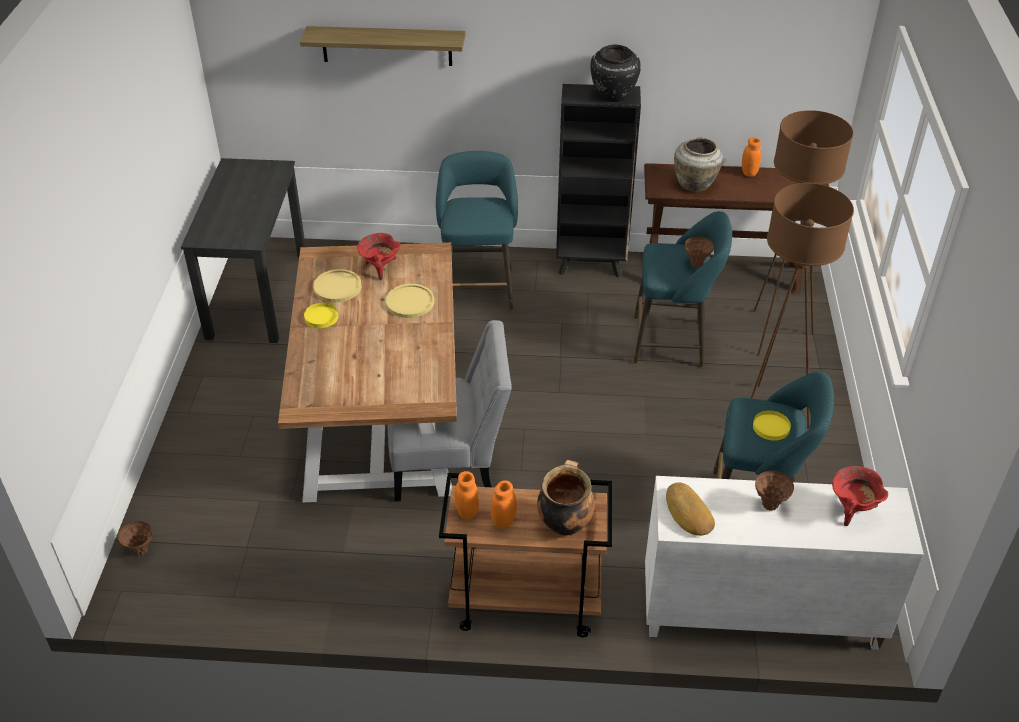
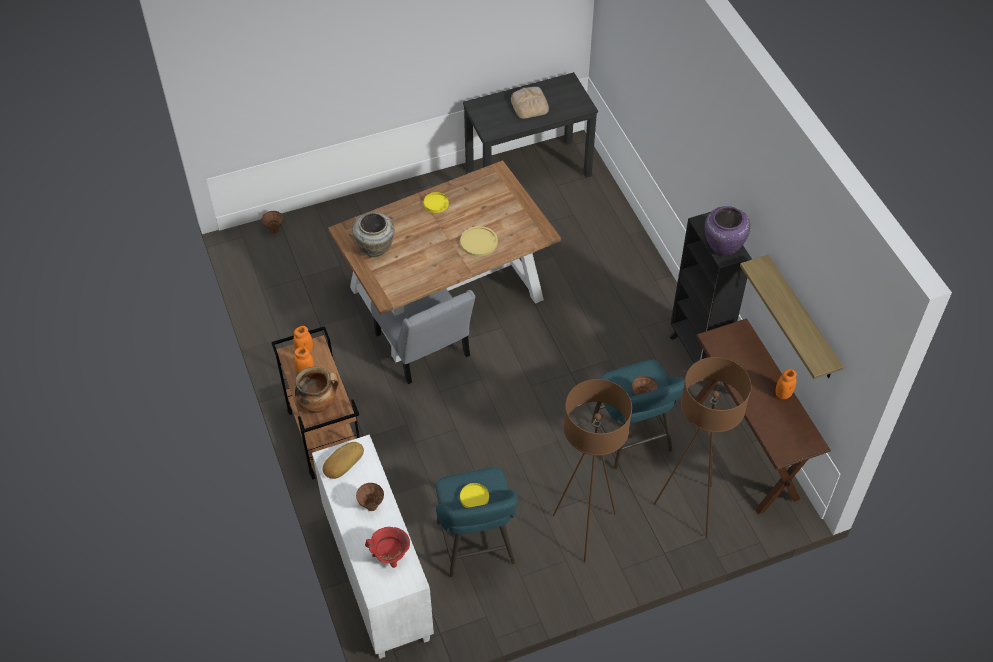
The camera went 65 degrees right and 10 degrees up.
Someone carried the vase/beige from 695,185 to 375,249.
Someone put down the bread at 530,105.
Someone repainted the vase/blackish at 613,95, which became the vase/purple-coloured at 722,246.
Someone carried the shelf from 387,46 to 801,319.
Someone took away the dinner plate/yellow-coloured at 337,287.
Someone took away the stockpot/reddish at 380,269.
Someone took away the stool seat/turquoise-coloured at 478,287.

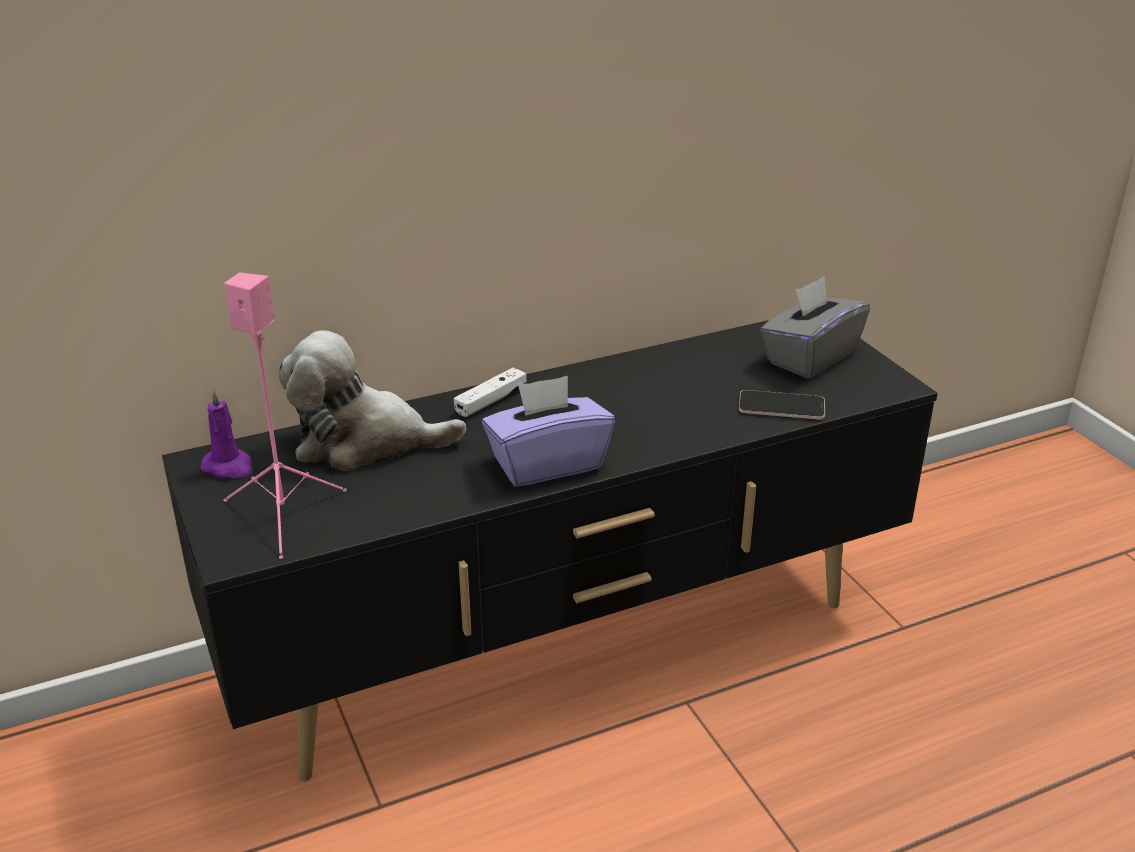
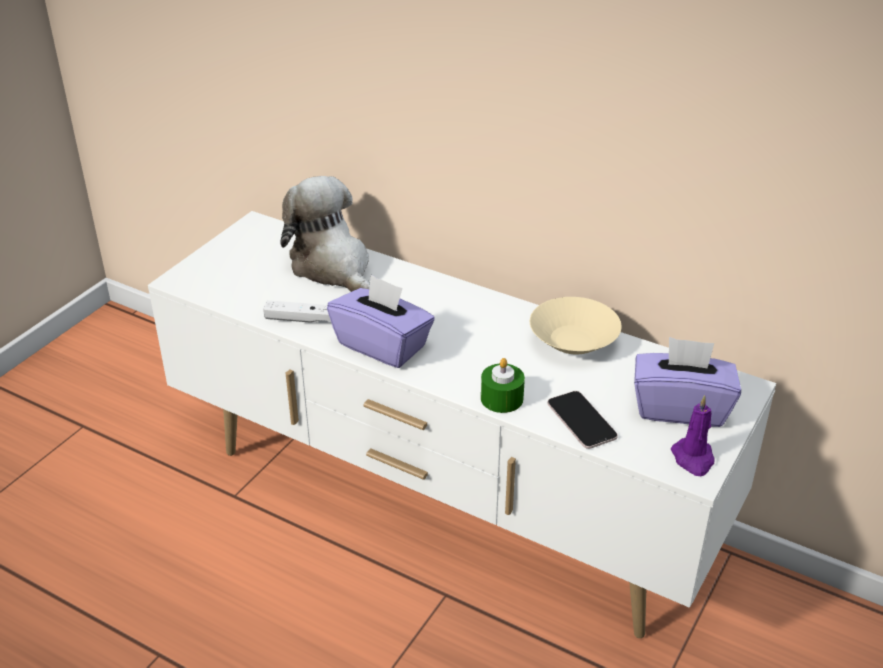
The camera went 55 degrees right and 5 degrees up.
Someone repainted the tv stand/blackish at 568,647, which became the tv stand/whitish at 444,506.
Someone carried the gamepad/whitish from 491,400 to 300,319.
Someone put down the wax light/green at 502,398.
Someone put down the bowl/beige at 574,341.
Someone repainted the box of tissues/grey at 810,357, which became the box of tissues/purple-coloured at 680,407.
Someone carried the wax light/purple-coloured from 229,467 to 693,459.
Someone took away the audio speaker/pink at 285,514.

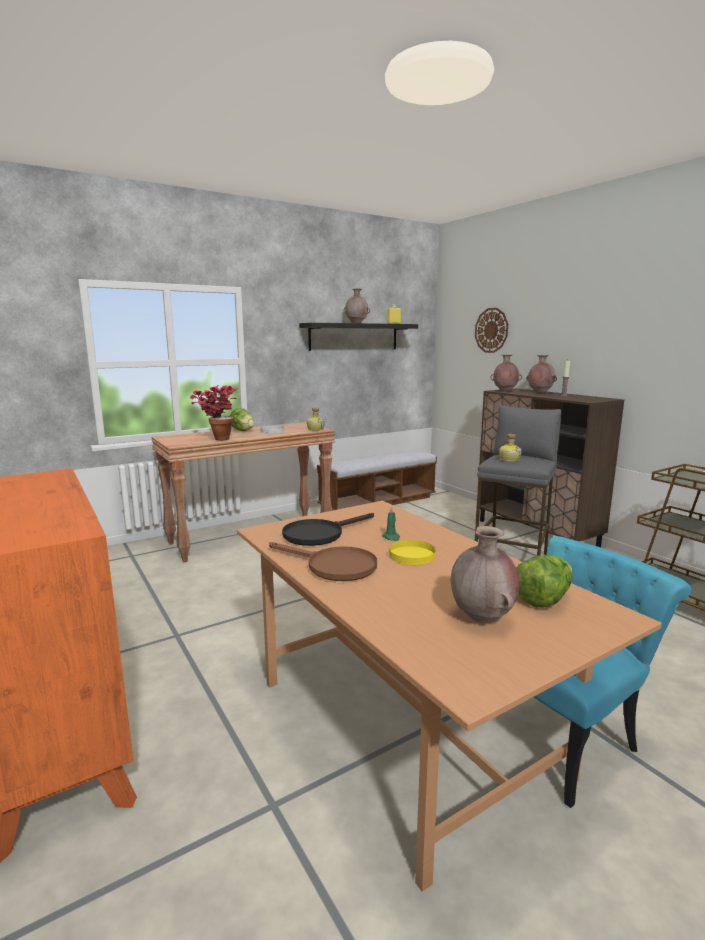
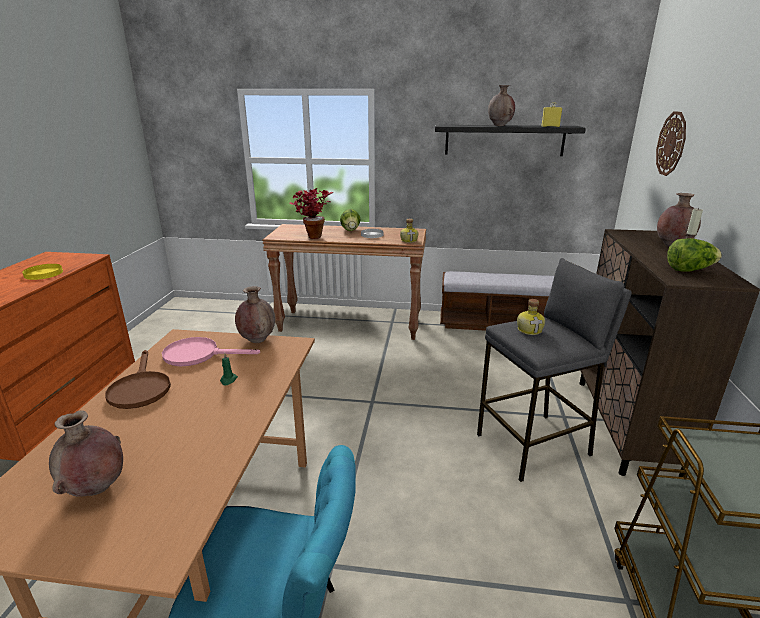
The camera went 40 degrees right and 10 degrees up.
Someone carried the dinner plate/yellow-coloured from 412,555 to 43,274.
Someone repainted the pan/blackish at 319,534, which became the pan/pink at 199,355.
Someone carried the vase/brownish from 505,390 to 257,340.
Someone carried the lettuce head from 543,599 to 689,270.

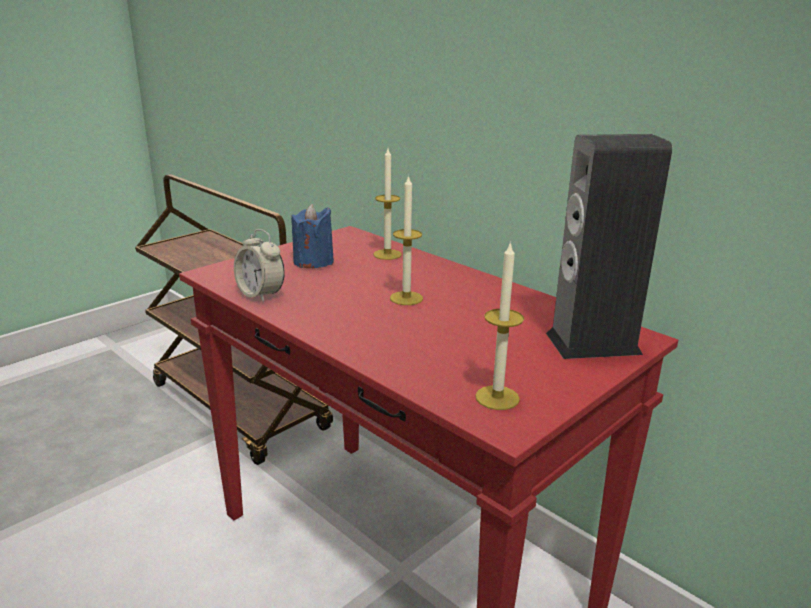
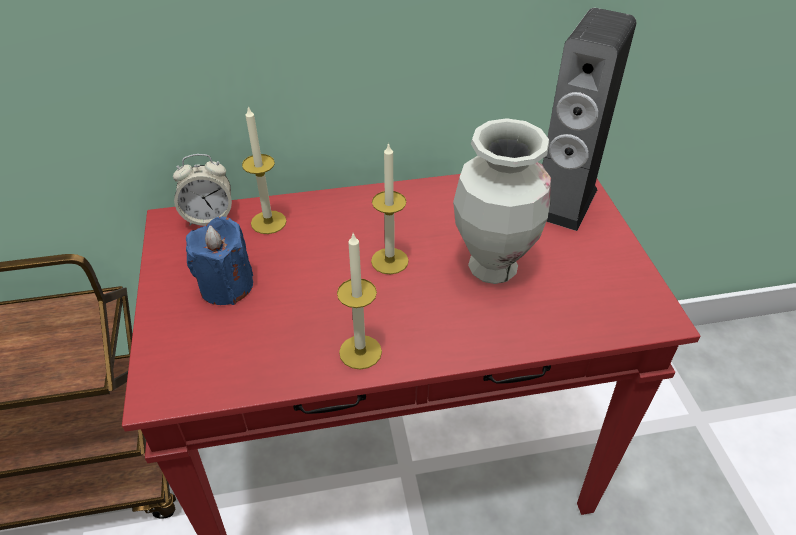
The camera went 55 degrees left and 20 degrees up.
Someone carried the alarm clock from 260,294 to 209,217.
Someone carried the wax light from 497,397 to 360,352.
Someone put down the vase at 492,268.

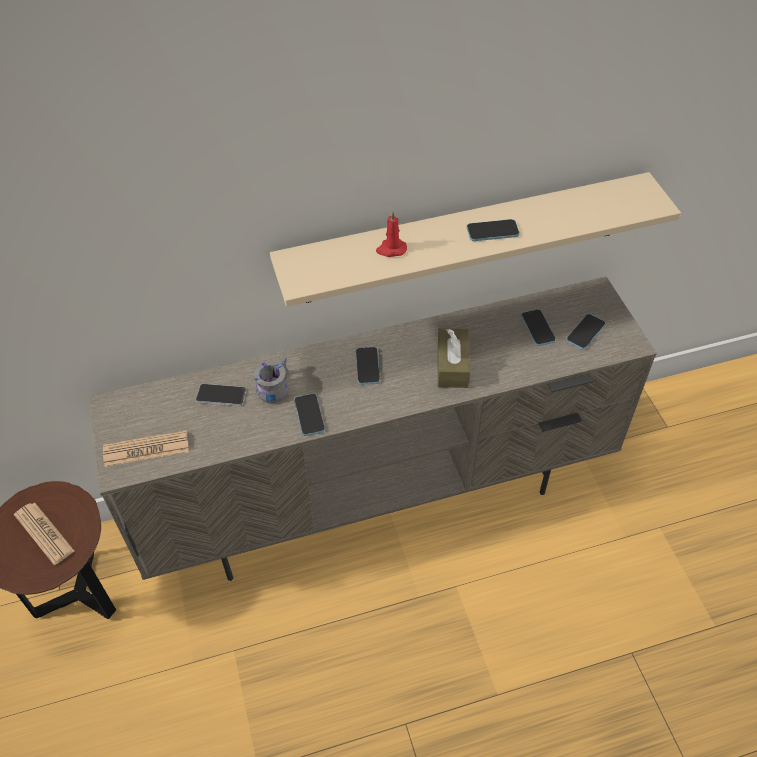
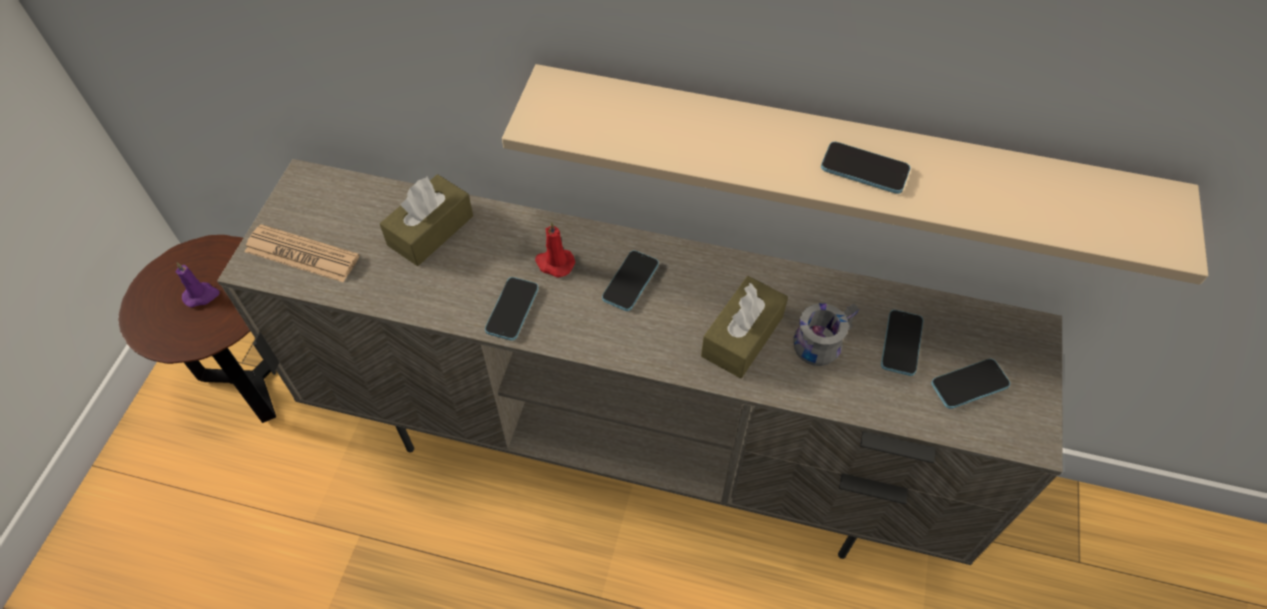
The camera went 30 degrees right and 5 degrees up.
Someone swapped the daily paper at 44,533 for the wax light/purple-coloured at 201,295.
Someone swapped the phone at 221,395 for the box of tissues/brownish at 430,230.
Someone carried the wax light/reddish from 391,249 to 554,263.
Someone carried the coffee mug/grey from 273,387 to 820,340.

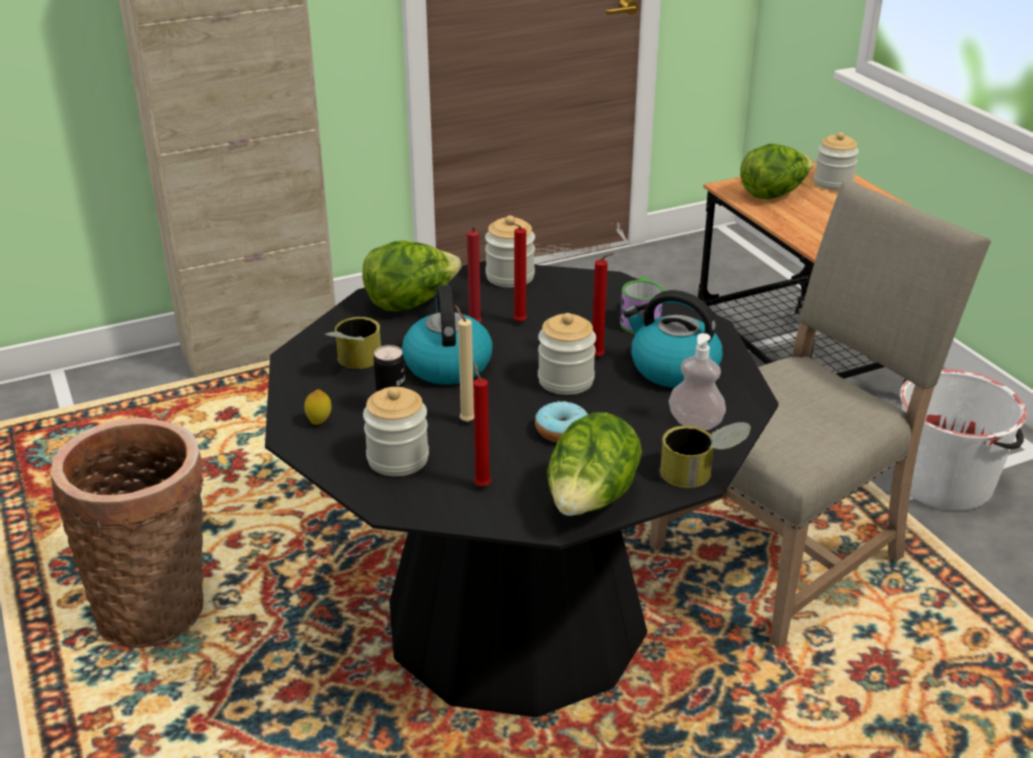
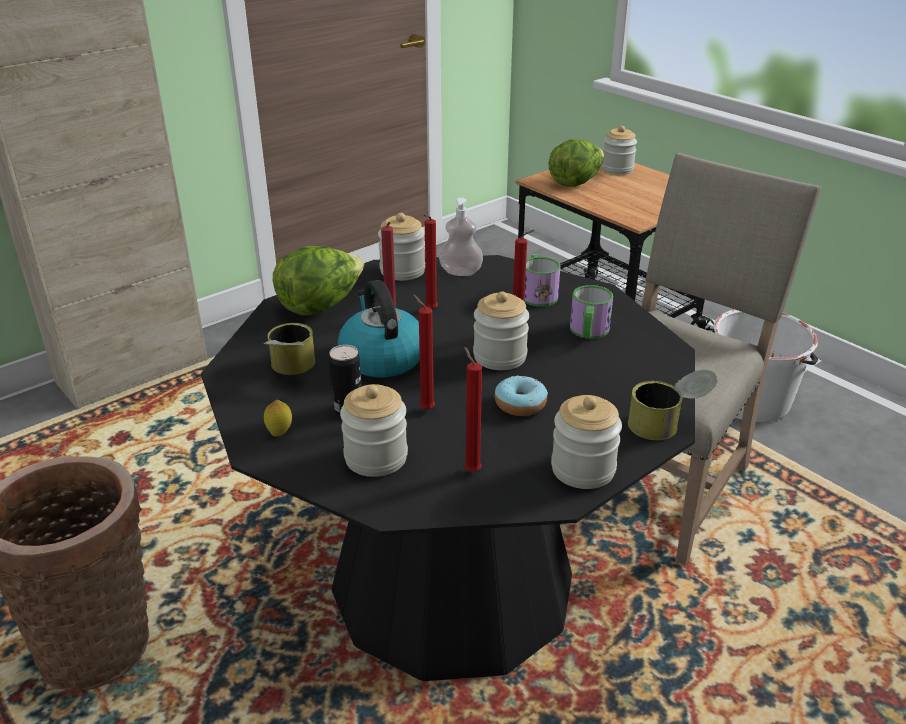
The camera went 15 degrees left and 0 degrees up.
Someone repainted the wax light/beige at 465,420, which became the wax light/reddish at 425,408.
Someone carried the liquid soap bottle from 695,423 to 460,272.
Someone swapped the lettuce head at 590,502 for the preserve jar at 583,469.
Someone swapped the water kettle at 672,368 for the coffee mug at 588,332.

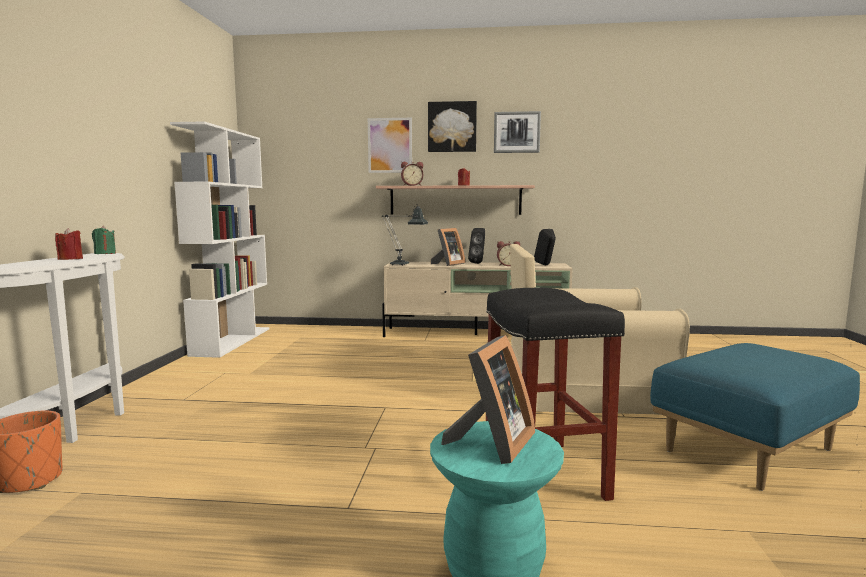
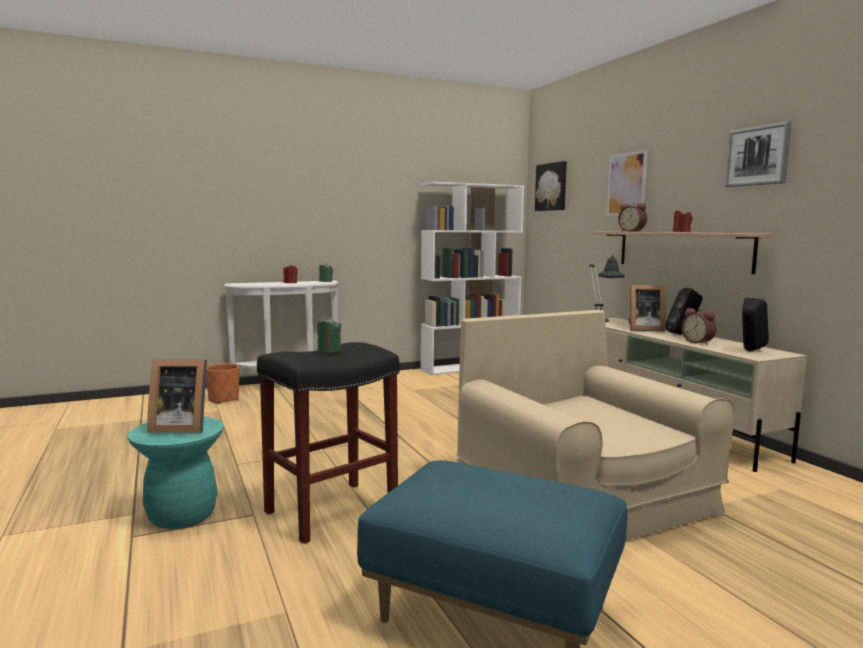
The camera went 60 degrees right and 0 degrees up.
Someone put down the wax light/green at 329,351.
Someone carried the wall picture from 452,127 to 552,187.

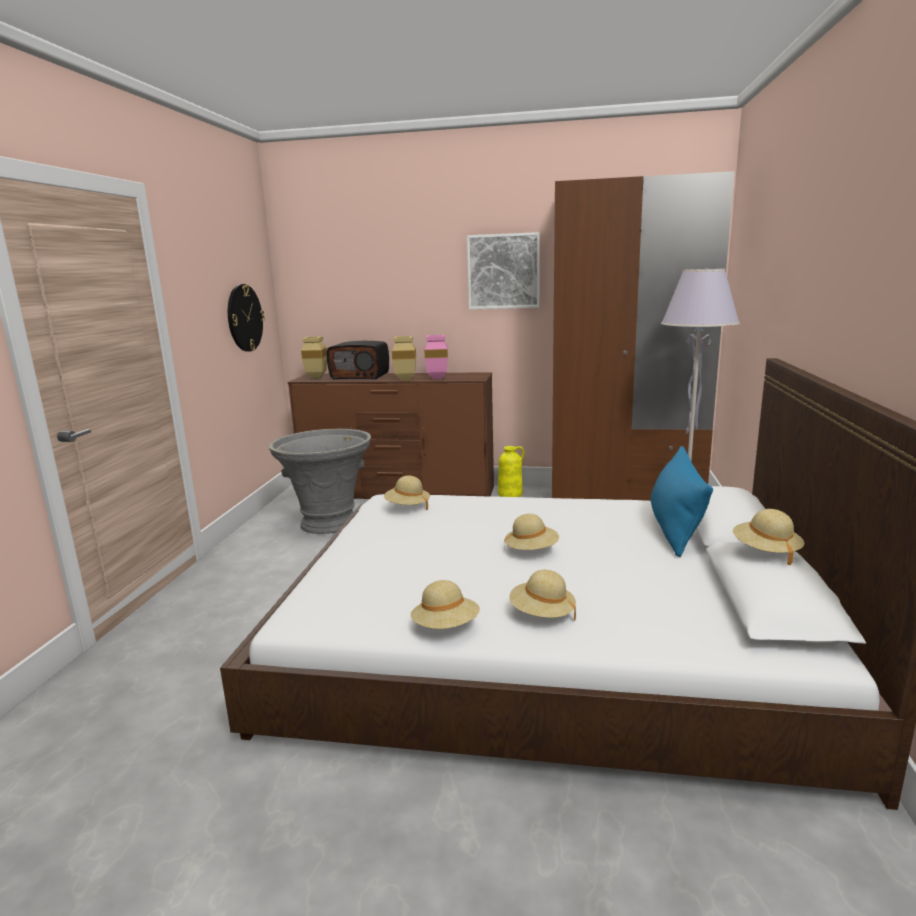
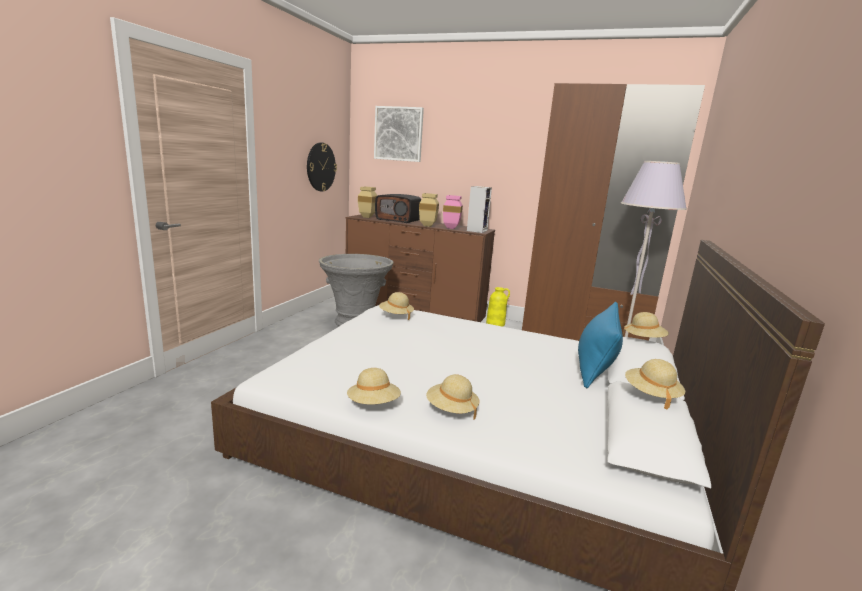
The camera went 10 degrees right and 0 degrees up.
Someone carried the wall picture from 503,271 to 398,134.
Someone put down the audio speaker at 477,230.
Someone carried the wearable hat/beige from 531,550 to 643,339.

